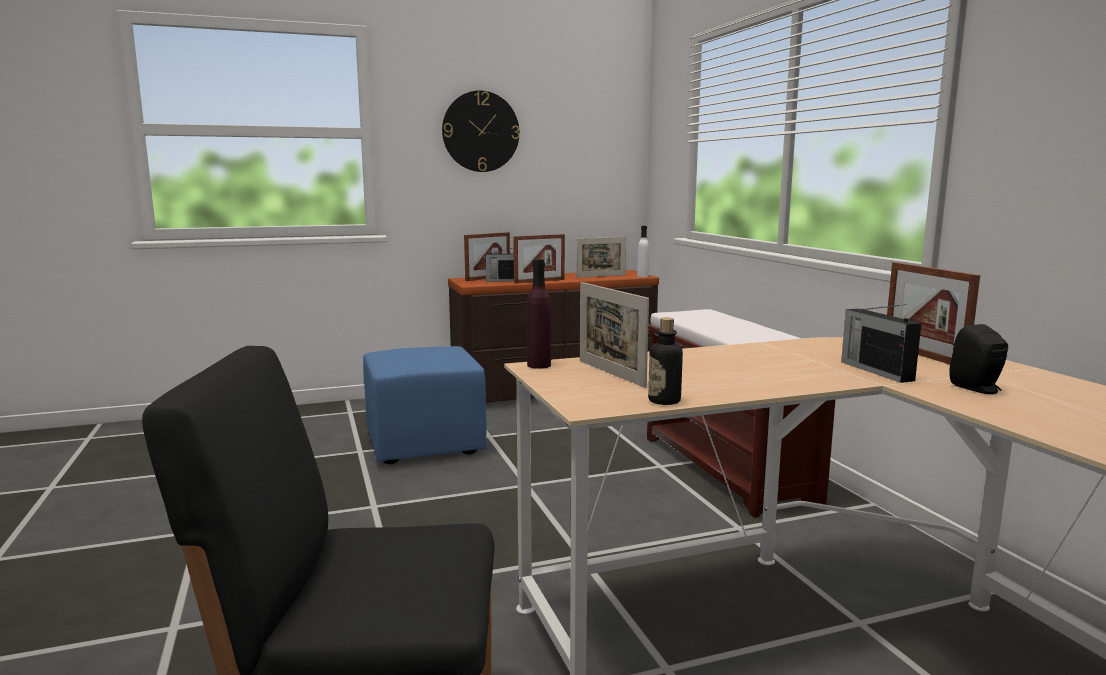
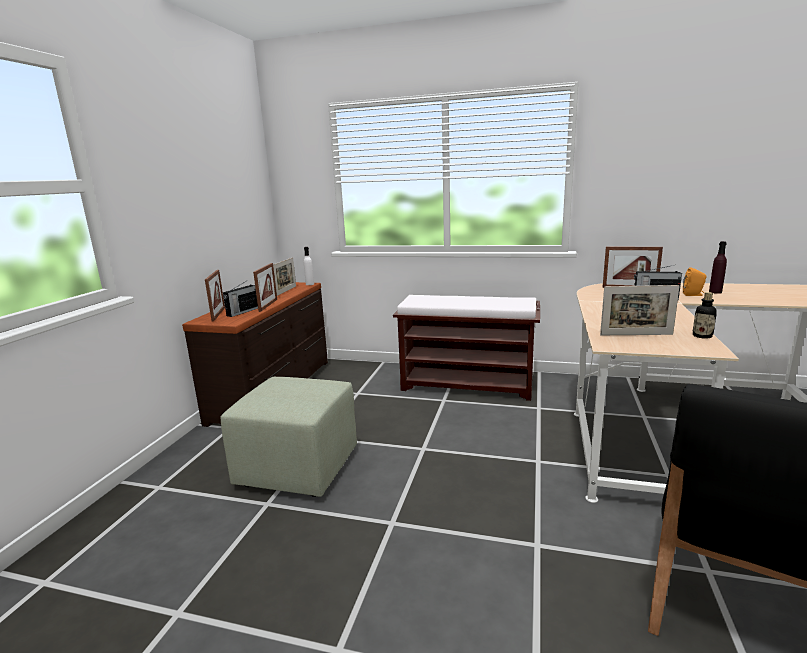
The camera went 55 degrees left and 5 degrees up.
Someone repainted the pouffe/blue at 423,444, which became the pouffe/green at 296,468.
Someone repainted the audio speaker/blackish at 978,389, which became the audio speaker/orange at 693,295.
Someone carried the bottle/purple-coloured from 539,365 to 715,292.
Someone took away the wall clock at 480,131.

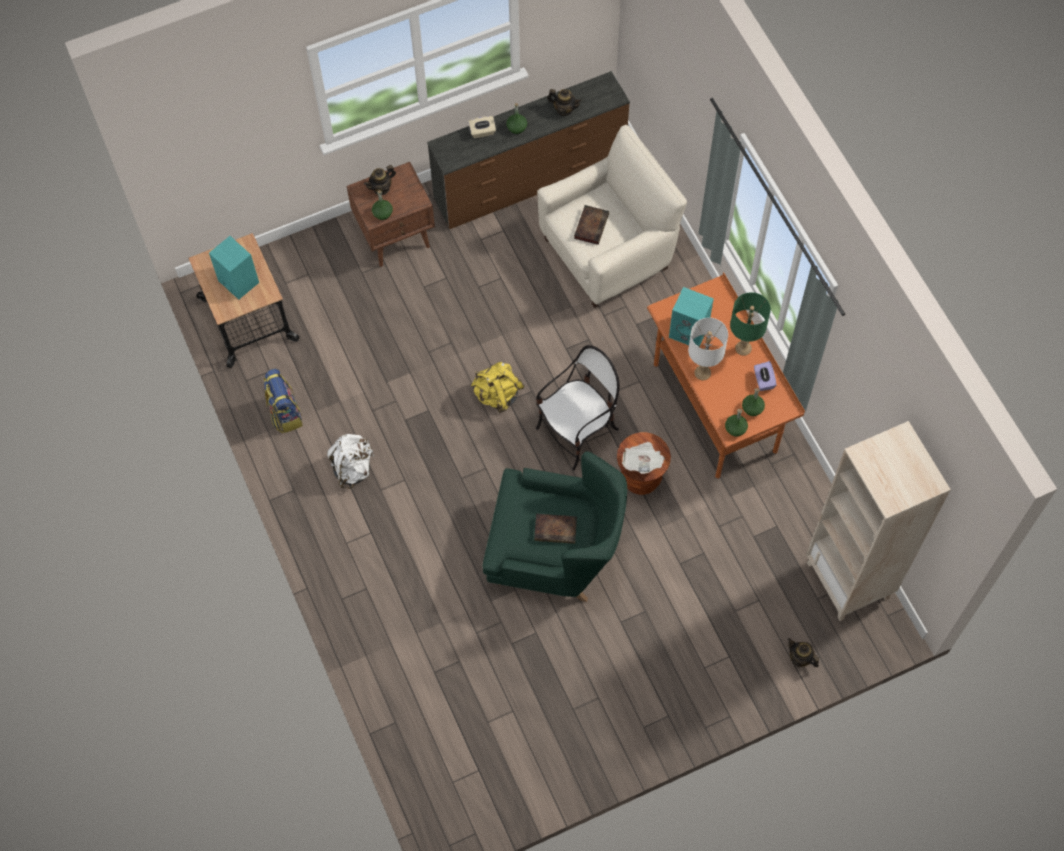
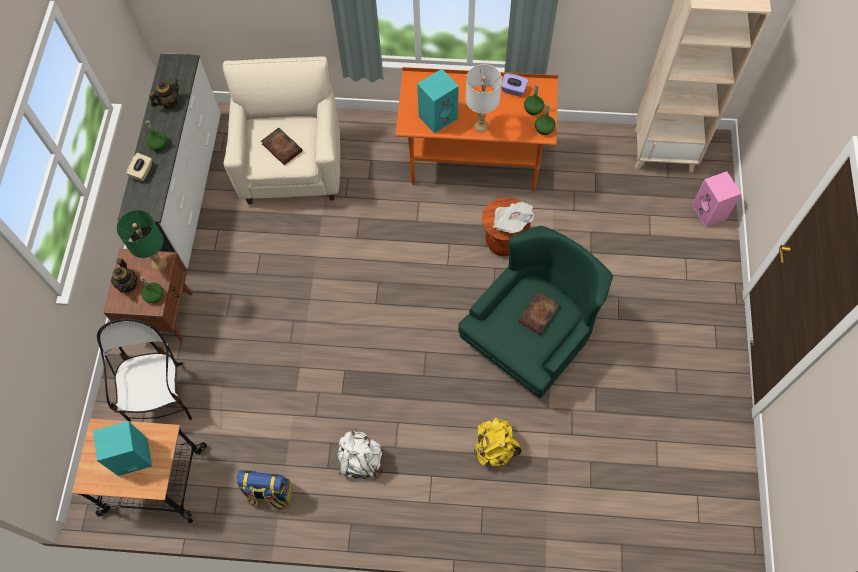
The camera went 60 degrees left and 0 degrees up.
Someone carried the chair from 578,432 to 161,396.
Someone carried the table lamp/green from 743,348 to 159,264.
Someone repainted the drawer chest/brownish at 530,180, which became the drawer chest/whitish at 187,187.
Someone carried the rucksack/yellow-coloured from 497,395 to 495,447.
Someone swapped the tea pot at 800,658 for the audio speaker/pink at 710,212.

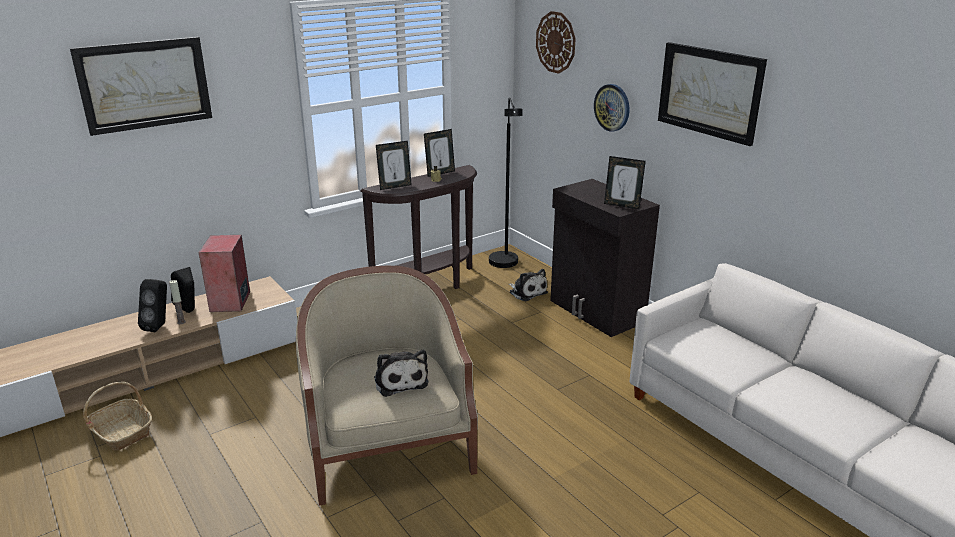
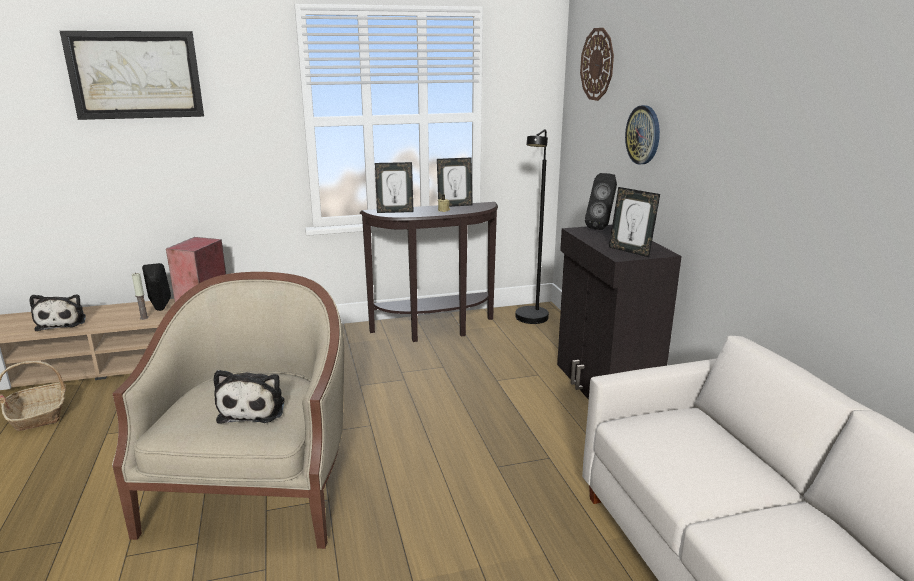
The camera went 20 degrees right and 5 degrees down.
Someone carried the cuddly toy from 527,292 to 63,322.
Someone carried the audio speaker/blackish from 159,326 to 601,228.
Someone took away the wall picture at 709,92.

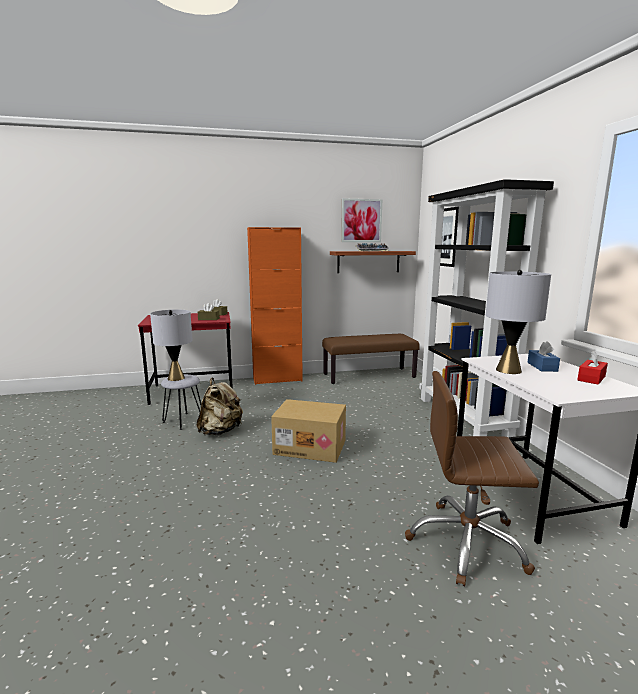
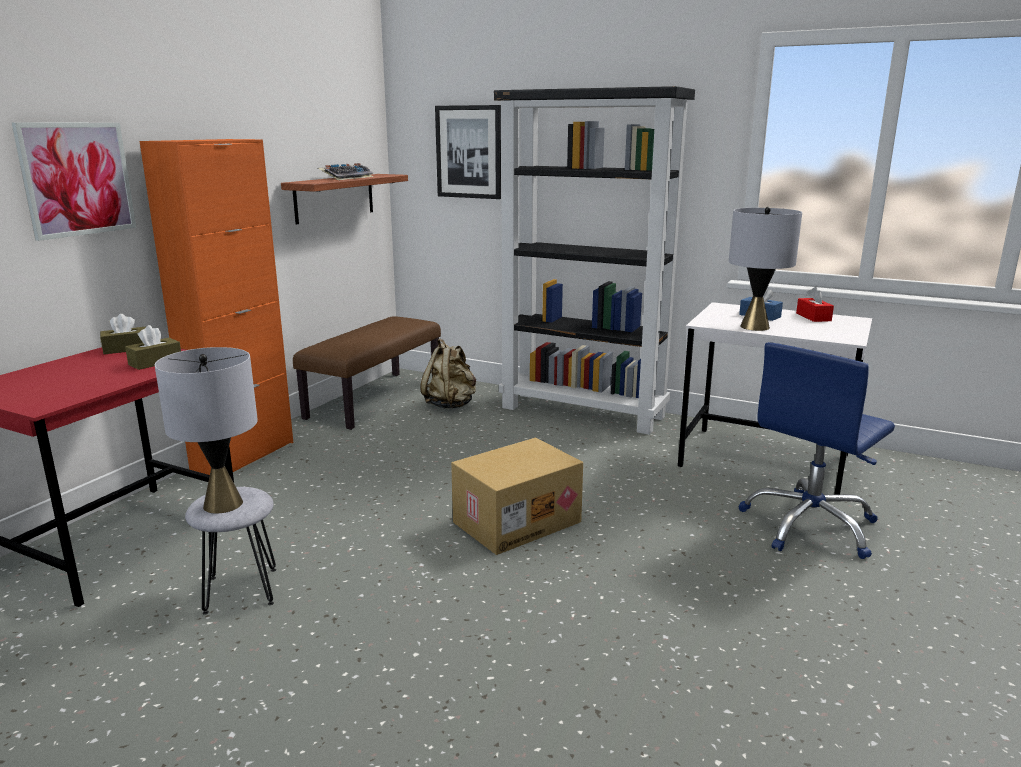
The camera went 50 degrees left and 5 degrees up.
Someone carried the wall picture from 361,220 to 77,179.
Someone carried the rucksack/beige from 220,431 to 451,405.
Someone repainted the desk chair/brownish at 467,543, which became the desk chair/blue at 810,525.

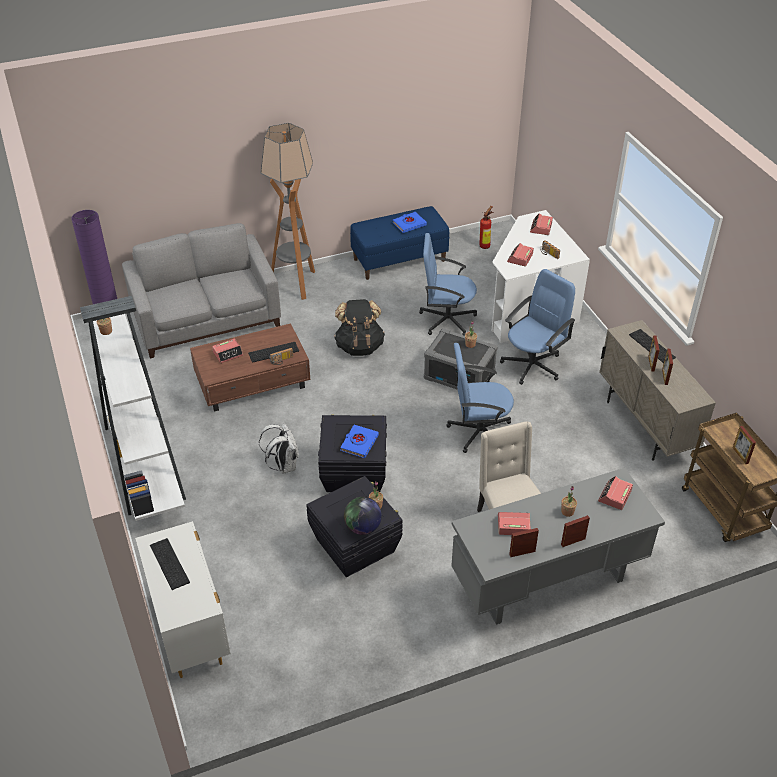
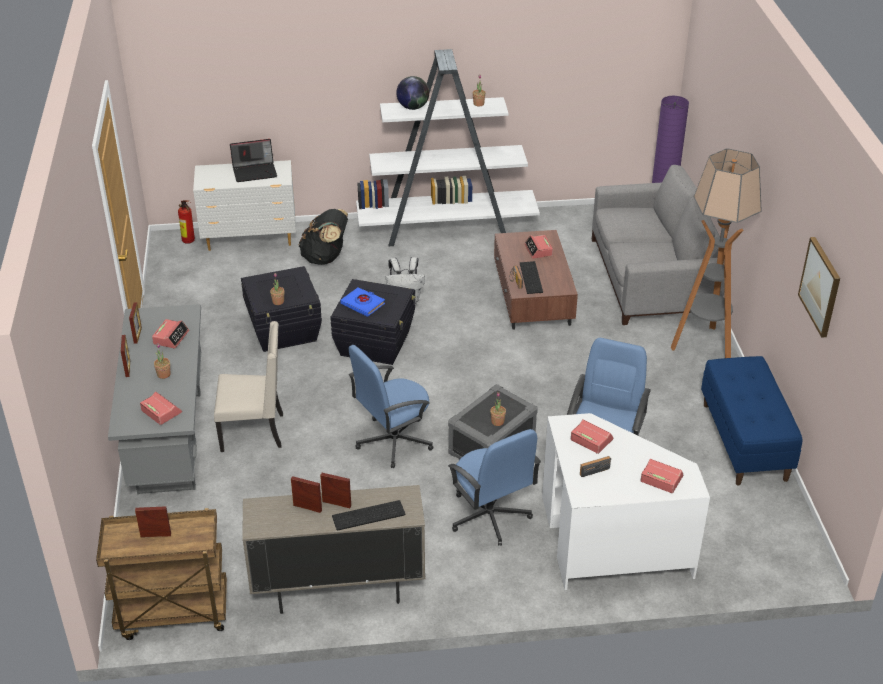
The camera went 105 degrees right and 5 degrees down.
Someone carried the fire-fighting cylinder from 485,245 to 189,242.
Someone swapped the PC keyboard at 168,564 for the notebook computer at 255,171.
Someone carried the rucksack/blackish from 359,346 to 325,258.
Someone rotated the desk chair/blue at 478,431 by 135 degrees counterclockwise.
Someone carried the desk globe from 363,527 to 413,107.
Someone put up the wall picture at 820,286.
Someone took away the volume/blue at 409,224.

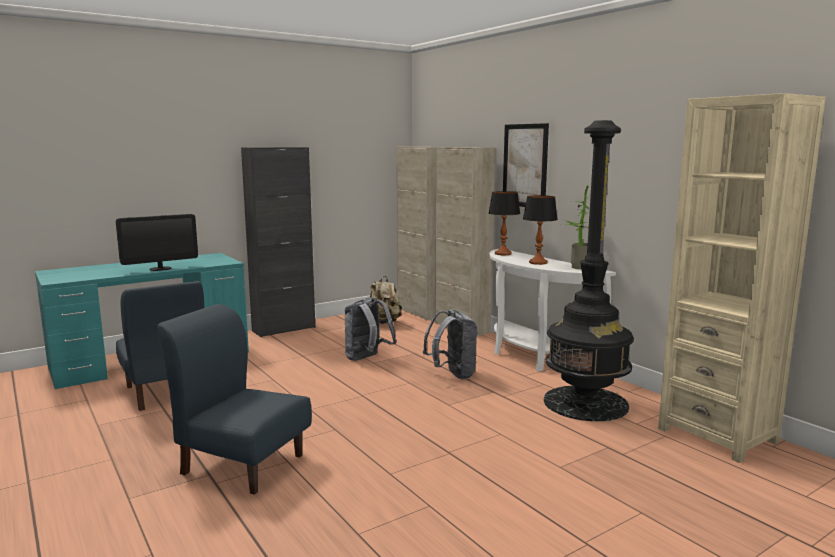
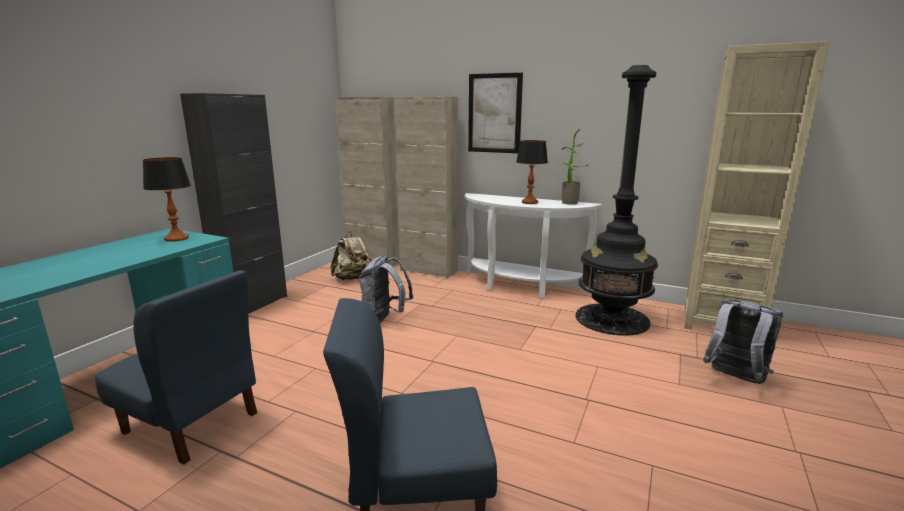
The camera went 30 degrees left and 5 degrees up.
Someone carried the table lamp from 502,253 to 176,238.
Someone carried the rucksack/grey from 452,374 to 734,378.
Someone took away the computer display at 160,269.

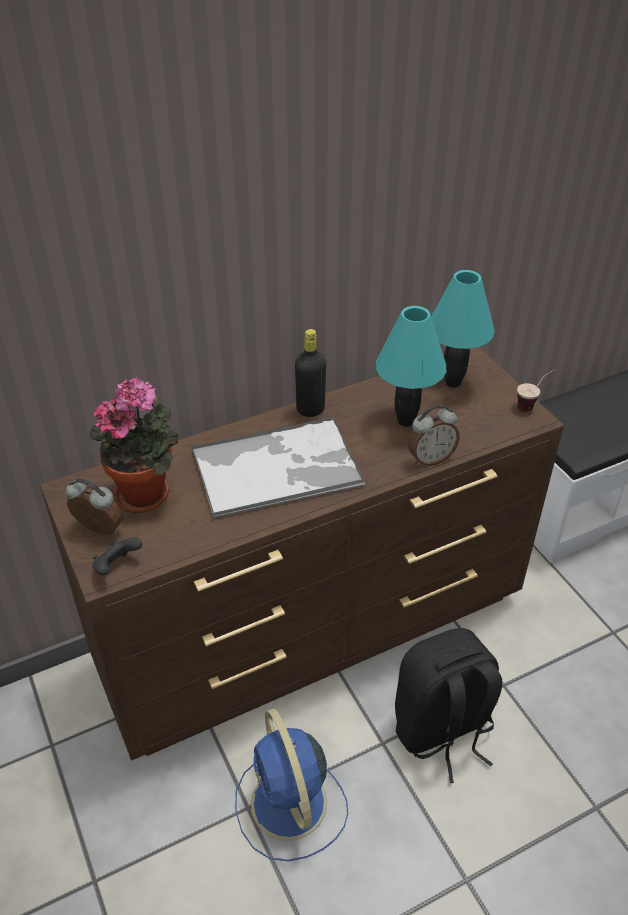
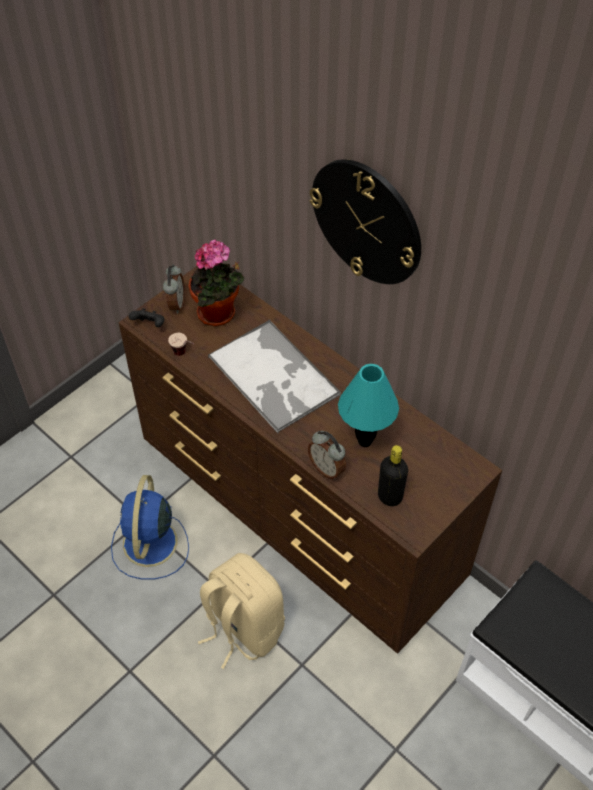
The camera went 70 degrees right and 10 degrees up.
Someone rotated the electric fan/blue at 290,806 by 45 degrees counterclockwise.
Someone carried the small cup from 532,404 to 184,355.
Someone repainted the rucksack/blackish at 442,730, which became the rucksack/beige at 242,628.
Someone put up the wall clock at 367,222.
Someone carried the bottle/blackish from 310,409 to 390,496.
Someone took away the table lamp/turquoise-coloured at 452,382.

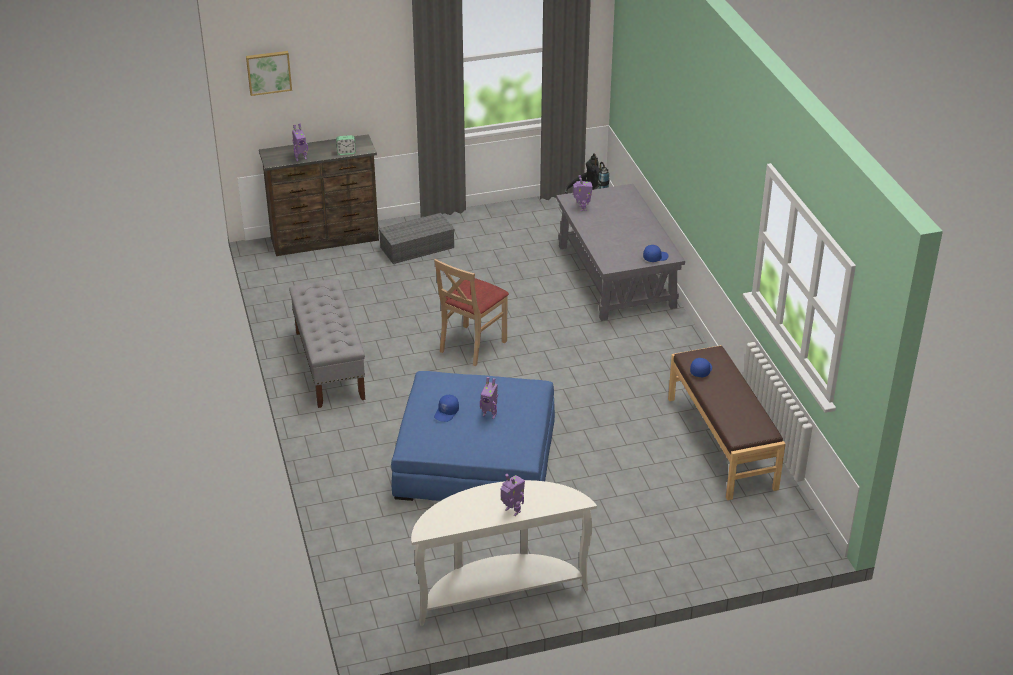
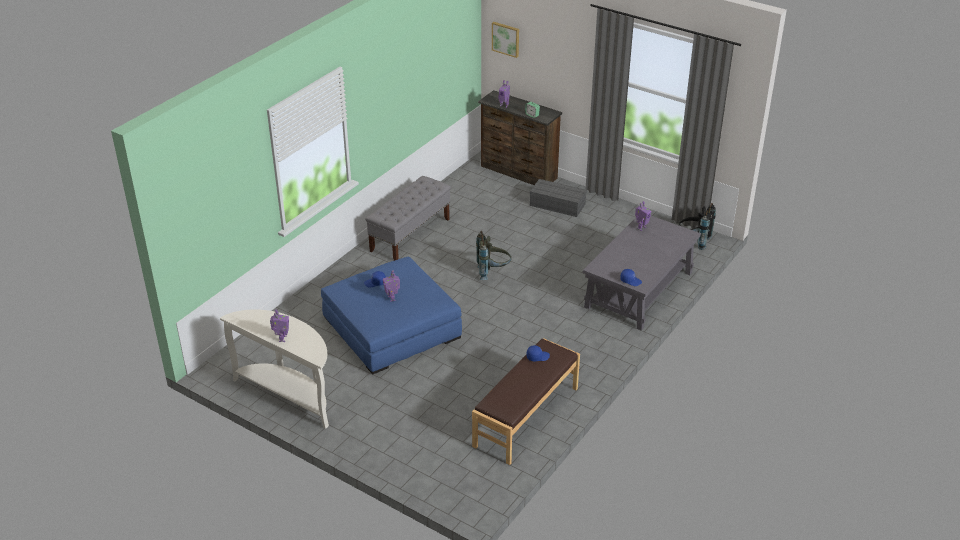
The camera went 50 degrees right and 0 degrees up.
Someone swapped the chair/beige at 472,345 for the rucksack/grey at 492,272.

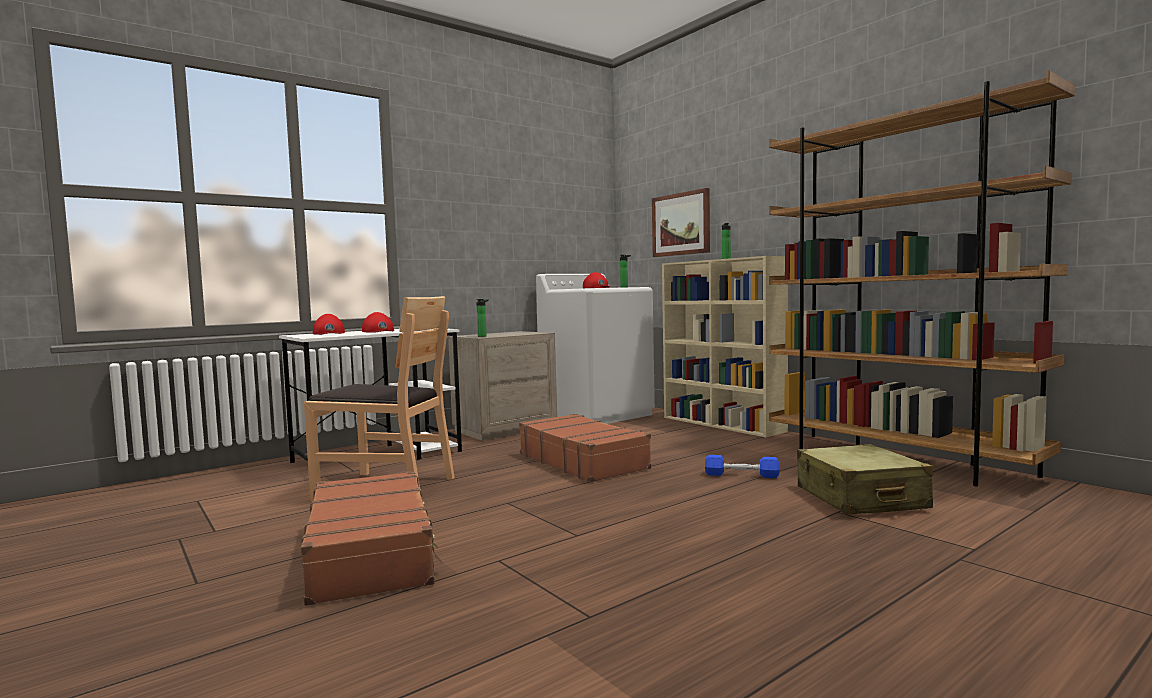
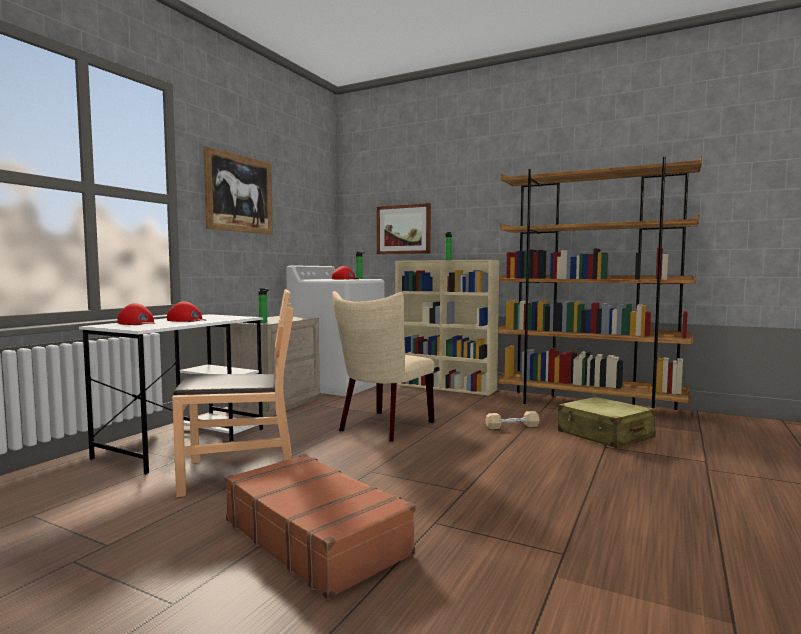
The camera went 25 degrees left and 0 degrees up.
Someone put up the wall picture at 239,194.
Someone swapped the travel case/brownish at 583,461 for the chair/beige at 382,427.
Someone repainted the hand weight/blue at 741,475, which became the hand weight/beige at 512,426.

